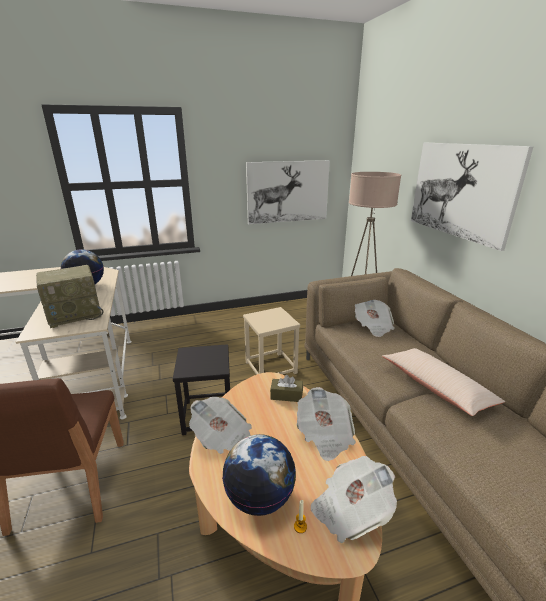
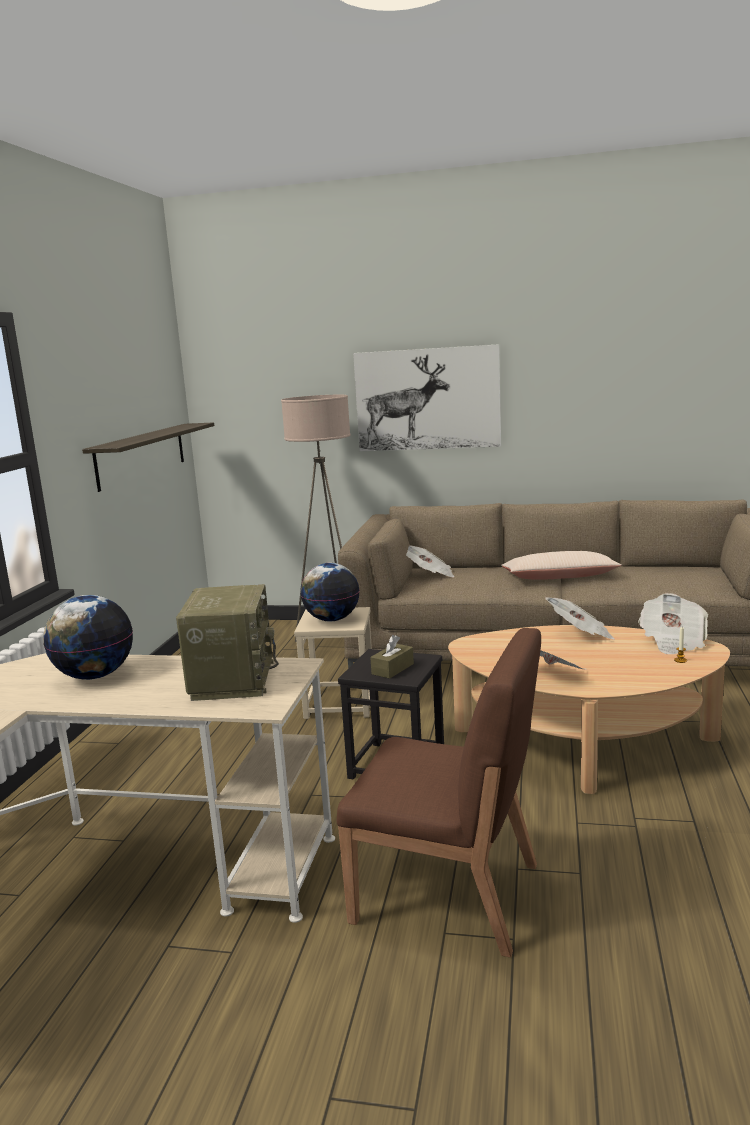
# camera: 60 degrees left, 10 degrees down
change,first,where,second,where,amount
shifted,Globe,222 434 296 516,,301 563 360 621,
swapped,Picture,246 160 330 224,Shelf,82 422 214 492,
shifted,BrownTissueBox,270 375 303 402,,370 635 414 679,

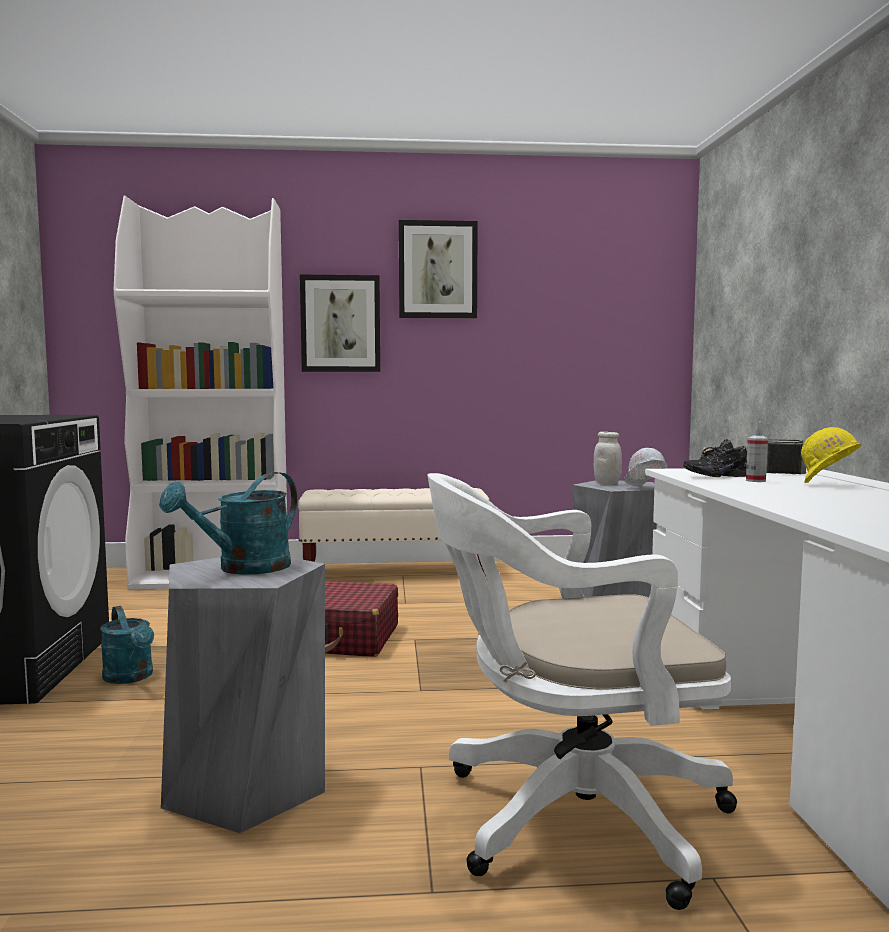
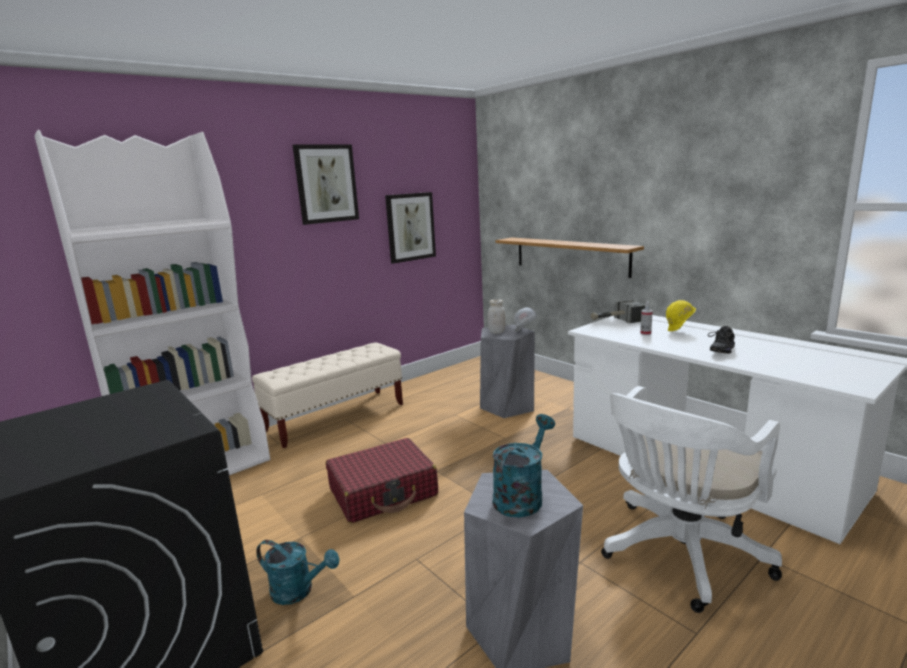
# camera: 35 degrees left, 10 degrees up
change,first,where,second,where,amount
rotated,TurquoiseWateringCan,159 472 297 575,,493 414 555 518,150 degrees counterclockwise
shifted,Picture,300 275 380 372,,385 192 436 264,
shifted,BlackShoe,683 439 747 477,,708 326 735 354,
new,,,Shelf,495 237 644 278,

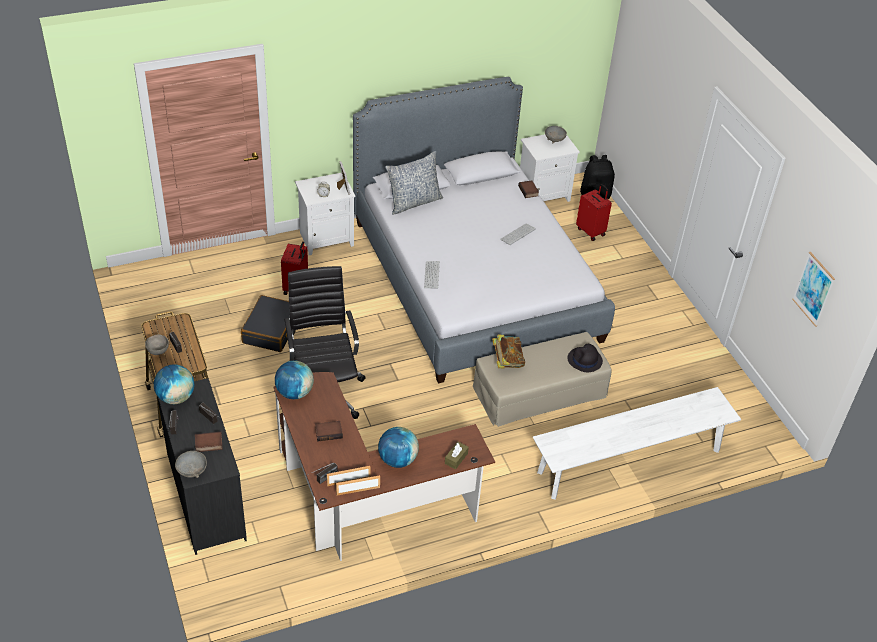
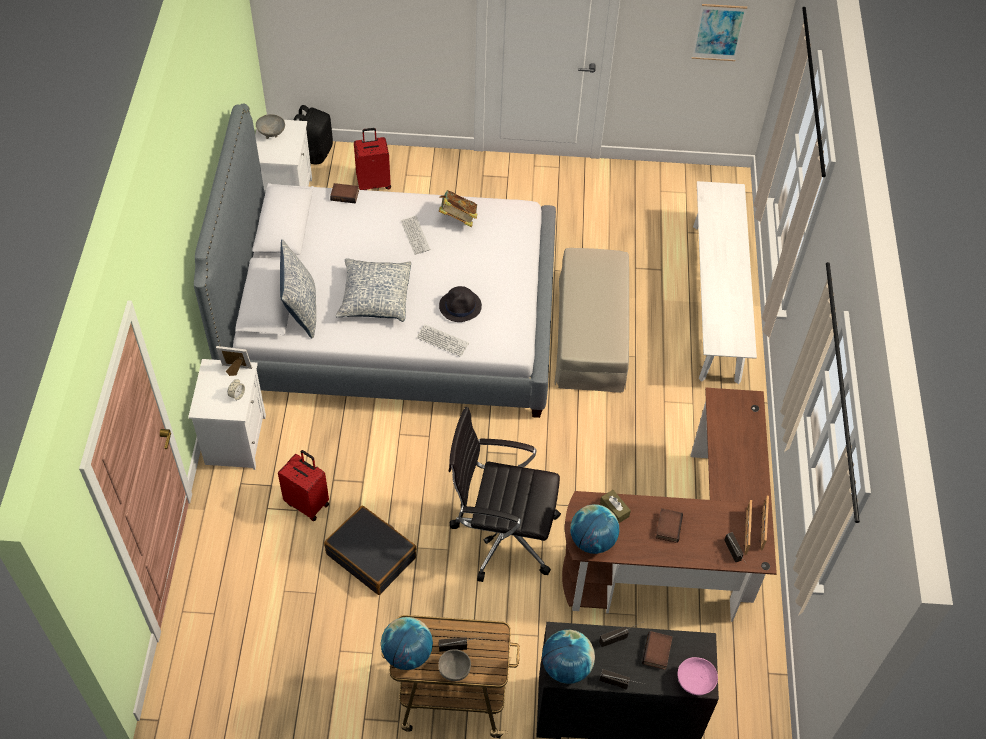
# camera: 65 degrees left, 10 degrees up
change,first,where,second,where,amount
repainted,GreyBowl,175 451 207 478,PinkBowl,678 657 718 695,
shifted,Globe,378 427 419 468,,381 617 433 670,
shifted,BrownTissueBox,445 441 469 469,,600 490 631 523,
shifted,Book,492 335 525 368,,439 190 477 227,
shifted,BlackHat,568 344 603 372,,439 286 482 322,
new,,,Pillow,336 258 411 322,

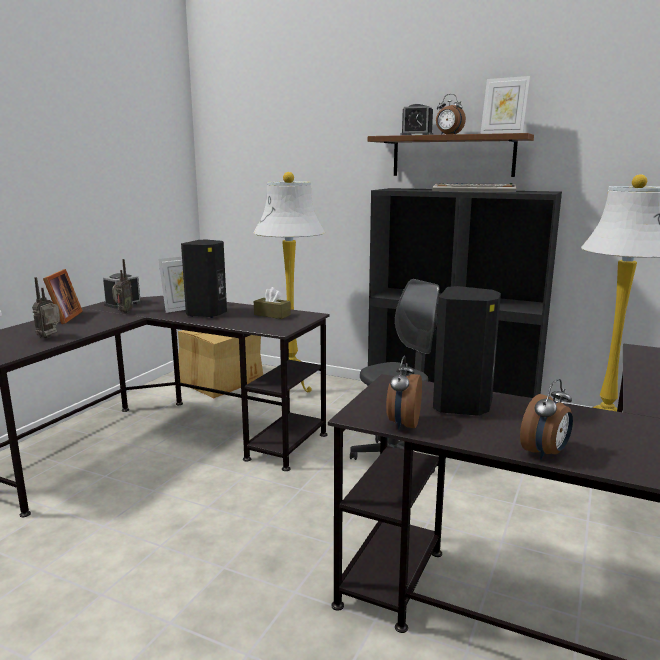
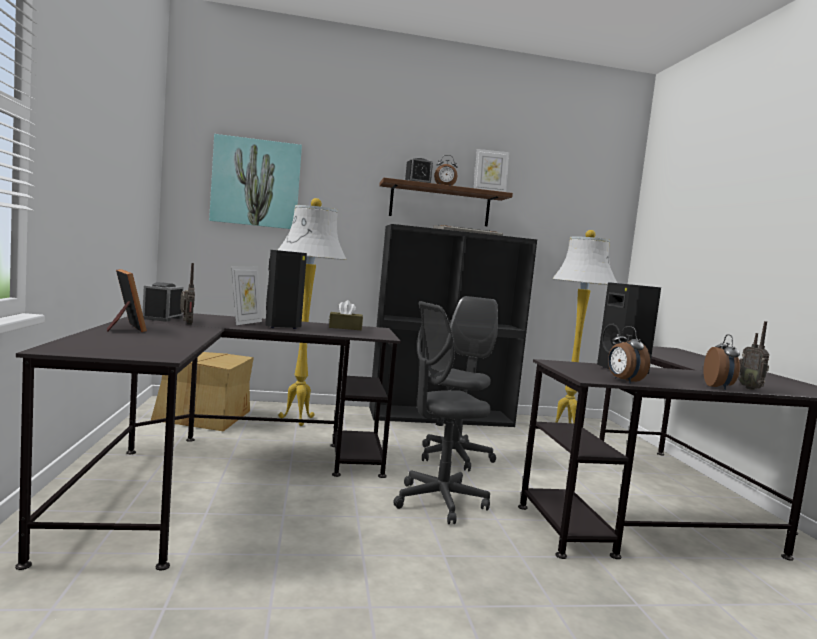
# camera: 35 degrees left, 10 degrees down
change,first,where,second,where,amount
shifted,Radio,32 277 60 338,,739 321 769 390,
new,,,Picture,209 134 302 229,
new,,,GreyOfficeChair,393 301 491 524,

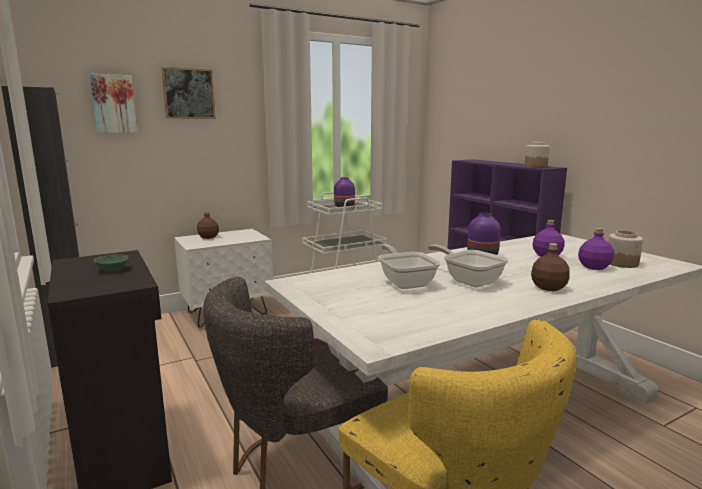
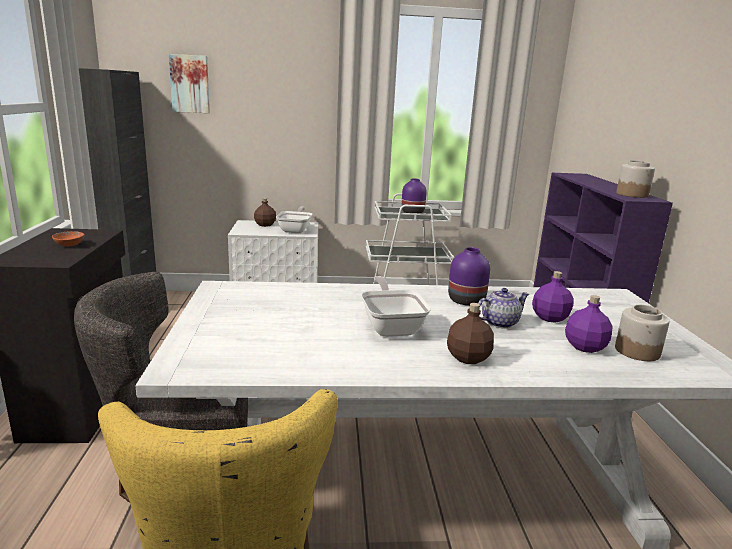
# camera: 25 degrees right, 5 degrees up
change,first,where,second,where,amount
repainted,GreenBowl,93 254 129 271,OrangeBowl,52 231 85 246,
gone,Picture,161 67 216 119,,,
shifted,FryingPan,378 244 441 289,,276 207 312 233,
new,,,Teapot,478 288 529 328,

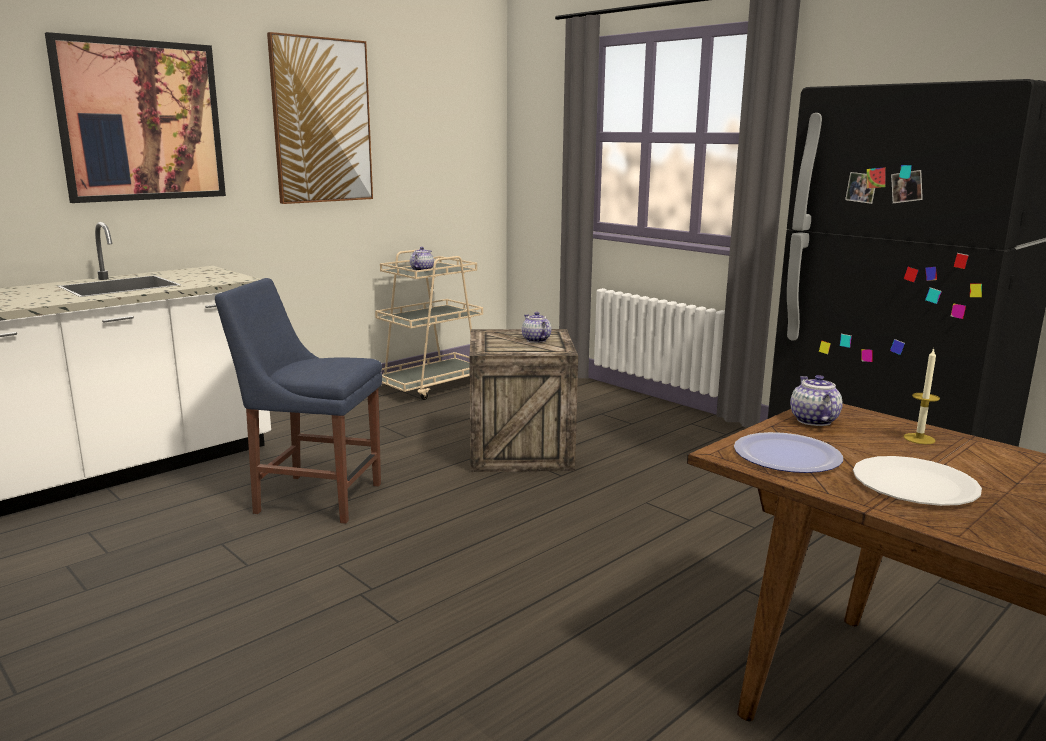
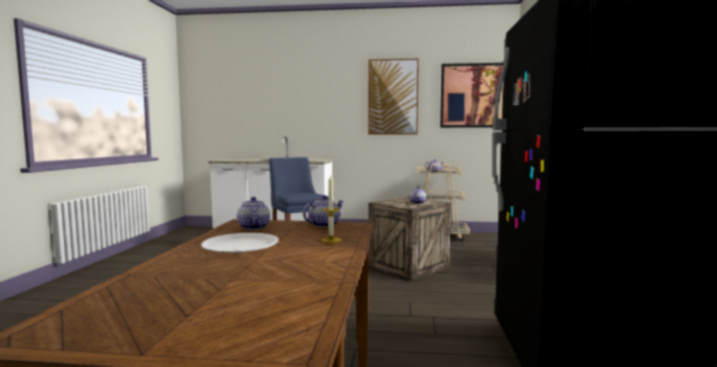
# camera: 50 degrees right, 10 degrees down
change,first,where,second,where,amount
shifted,Picture,45 32 226 203,,440 63 504 128,
swapped,Plate,734 432 843 473,Teapot,237 197 270 230,

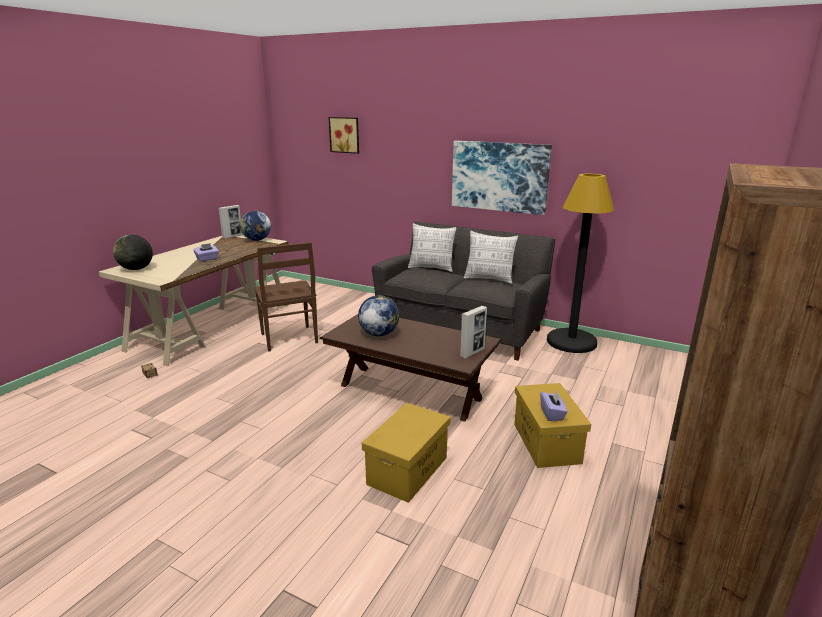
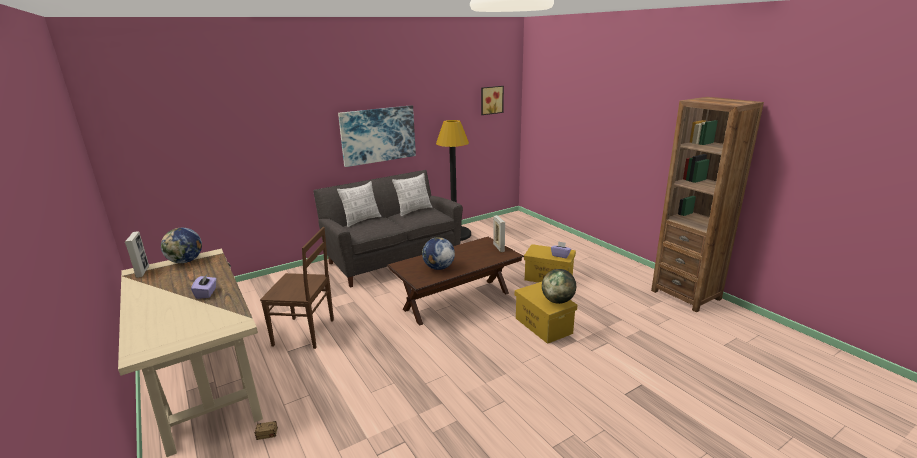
# camera: 60 degrees left, 0 degrees up
change,first,where,second,where,amount
shifted,Globe,113 235 153 270,,542 269 576 304,
shifted,Picture,329 117 359 154,,481 86 504 115,

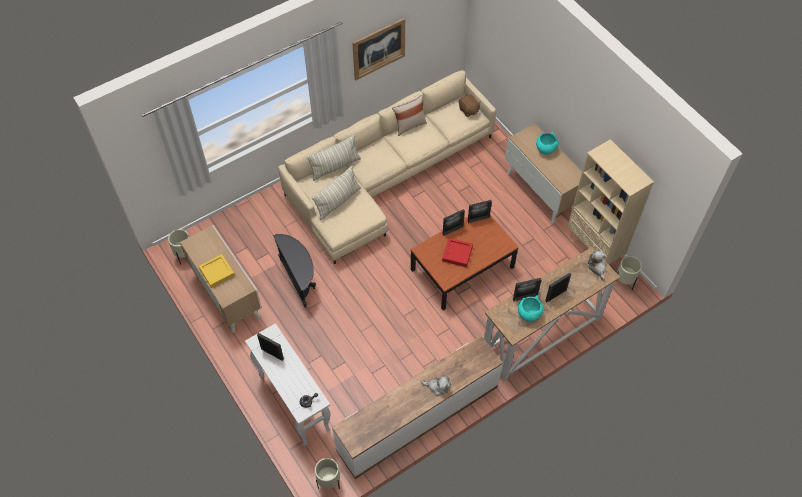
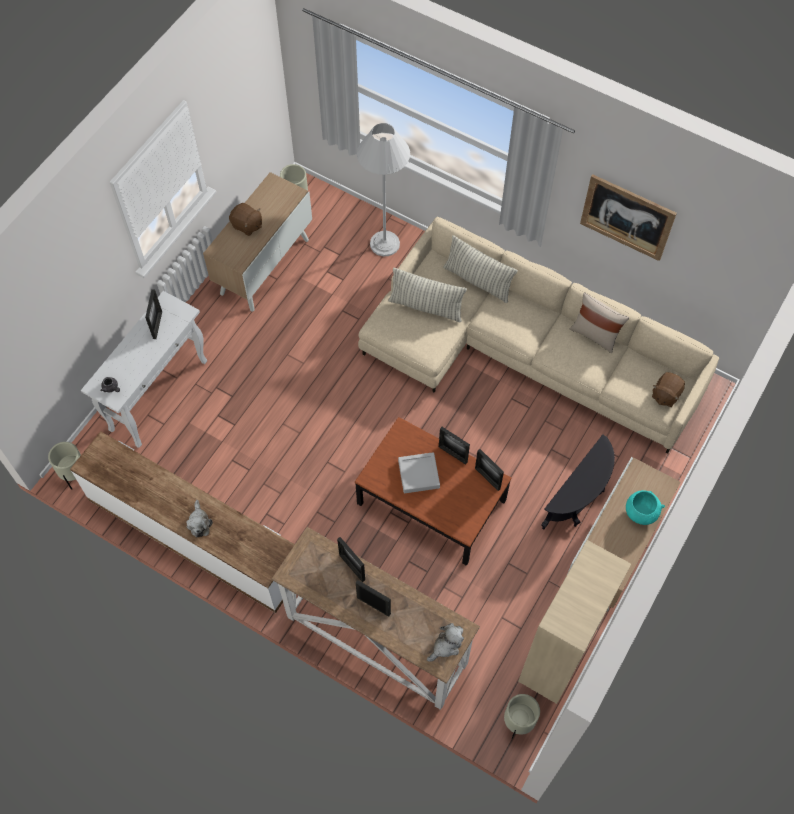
# camera: 65 degrees right, 5 degrees up
change,first,where,second,where,amount
swapped,YellowTray,199 254 235 288,BrownPlushToy,229 203 262 236,
shifted,BlackSideTable,273 234 316 308,,541 434 615 529,
repainted,RedTray,442 238 473 267,GreyTray,398 452 440 493,
gone,TurquoiseBowl,518 295 543 322,,,
new,,,WhiteFloorLamp,357 123 410 257,

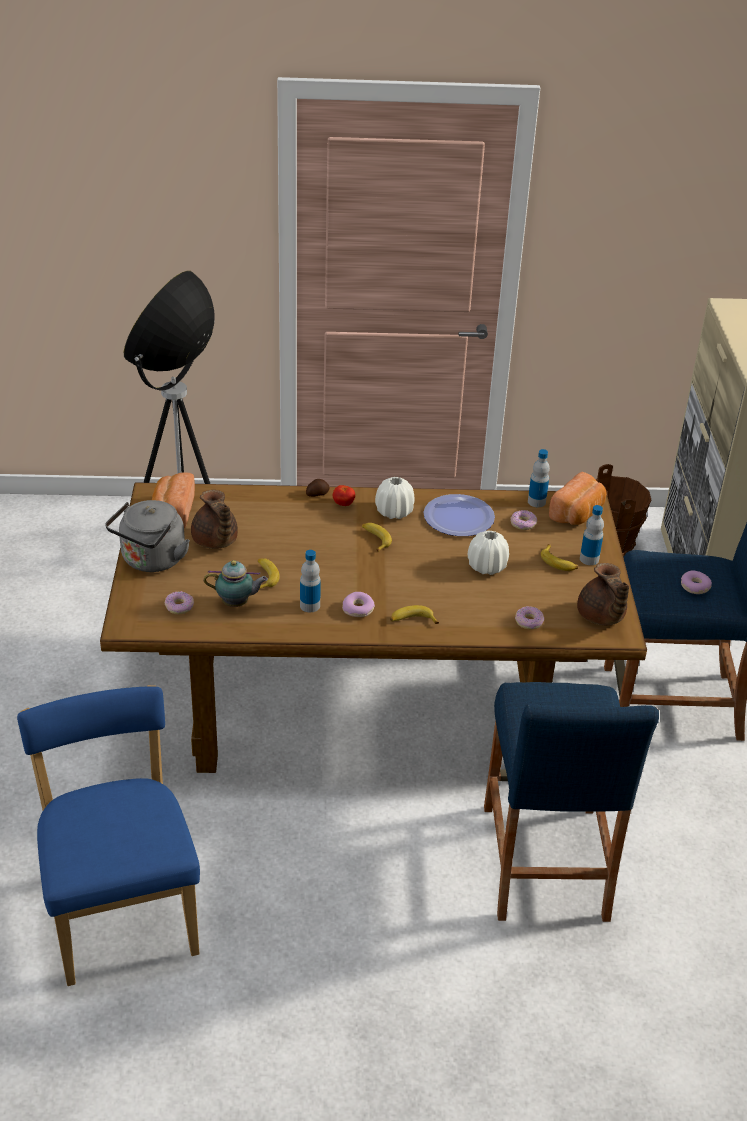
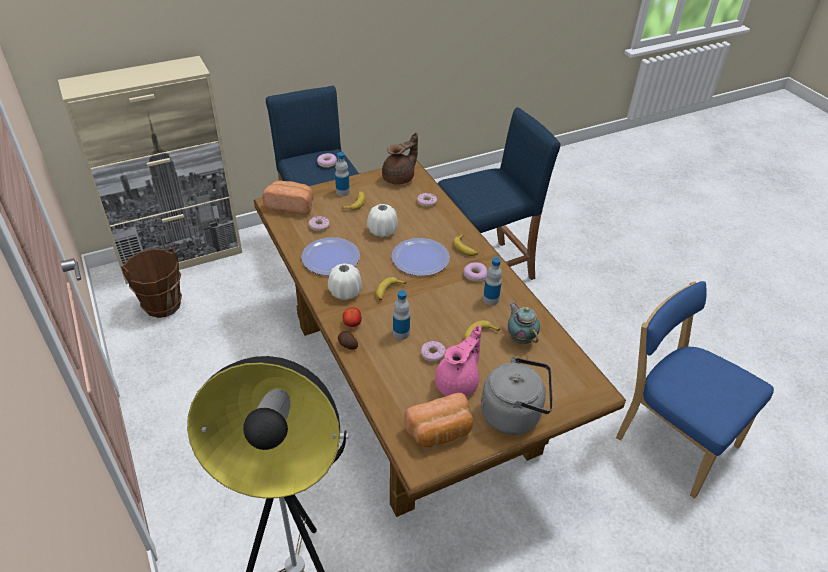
# camera: 115 degrees left, 5 degrees up
change,first,where,second,where,amount
rotated,BlueChair,17 685 200 986,,616 281 774 499,90 degrees clockwise
shifted,Donut,165 591 194 615,,421 341 446 362,
repainted,BrownTeapot,191 490 238 549,PinkTeapot,435 325 481 397,
shifted,Bottle,528 449 550 507,,393 290 410 340,
new,,,Plate,392 238 450 276,

